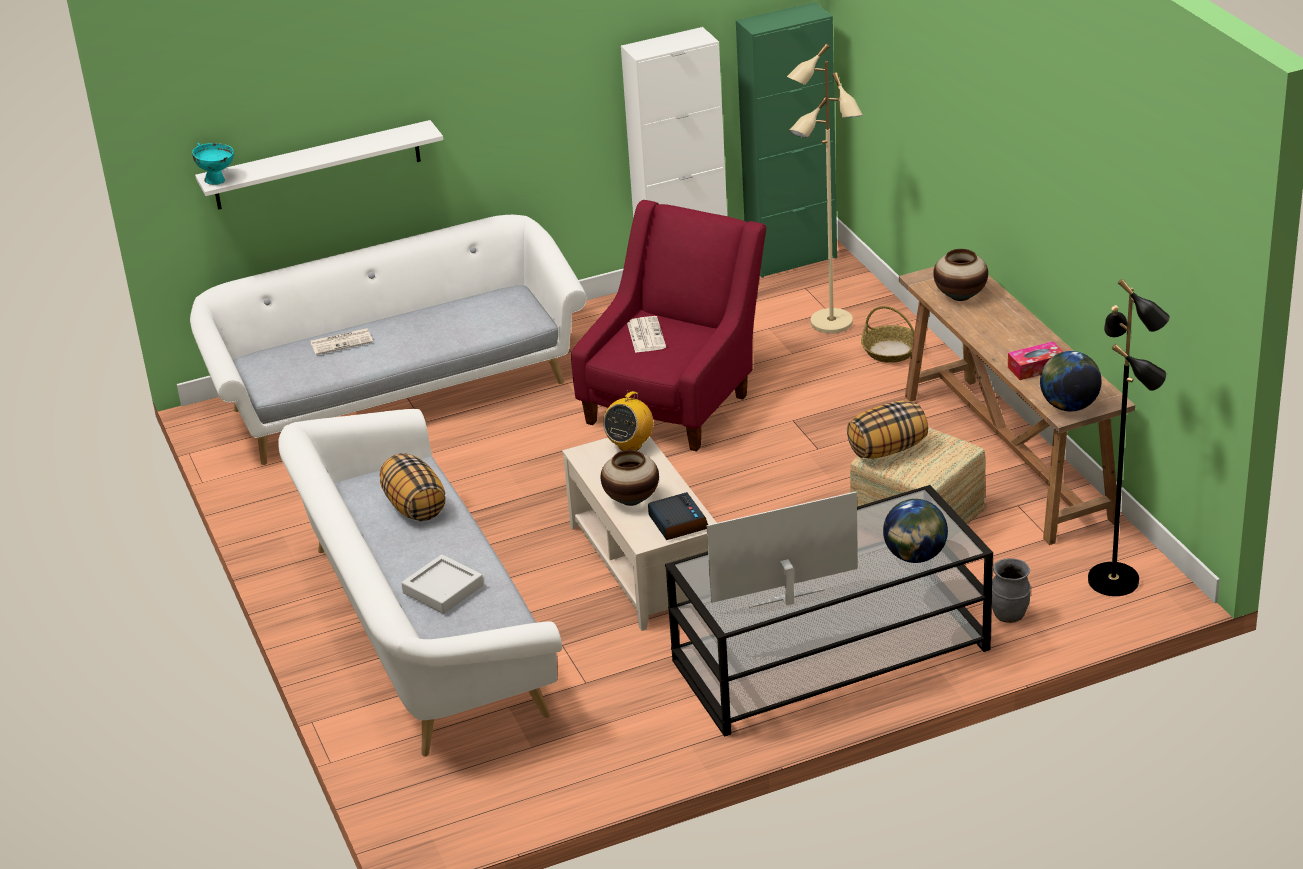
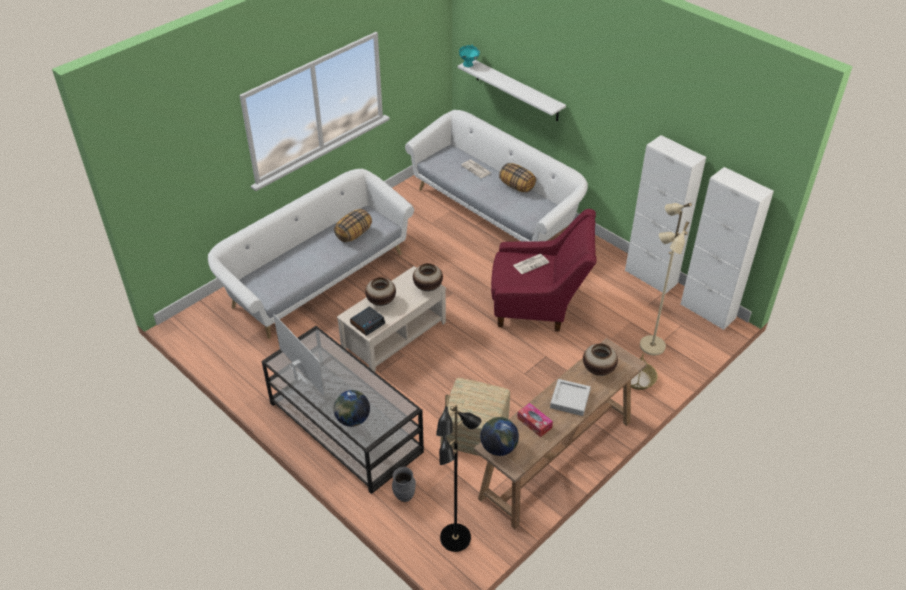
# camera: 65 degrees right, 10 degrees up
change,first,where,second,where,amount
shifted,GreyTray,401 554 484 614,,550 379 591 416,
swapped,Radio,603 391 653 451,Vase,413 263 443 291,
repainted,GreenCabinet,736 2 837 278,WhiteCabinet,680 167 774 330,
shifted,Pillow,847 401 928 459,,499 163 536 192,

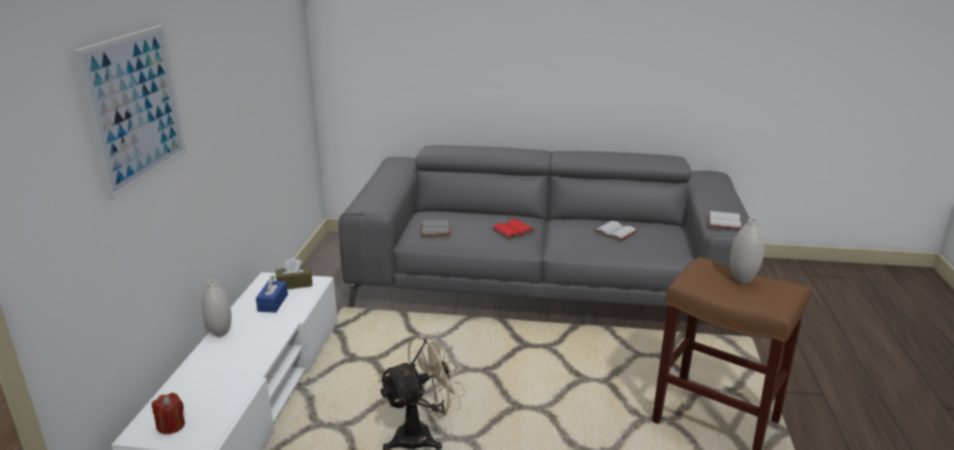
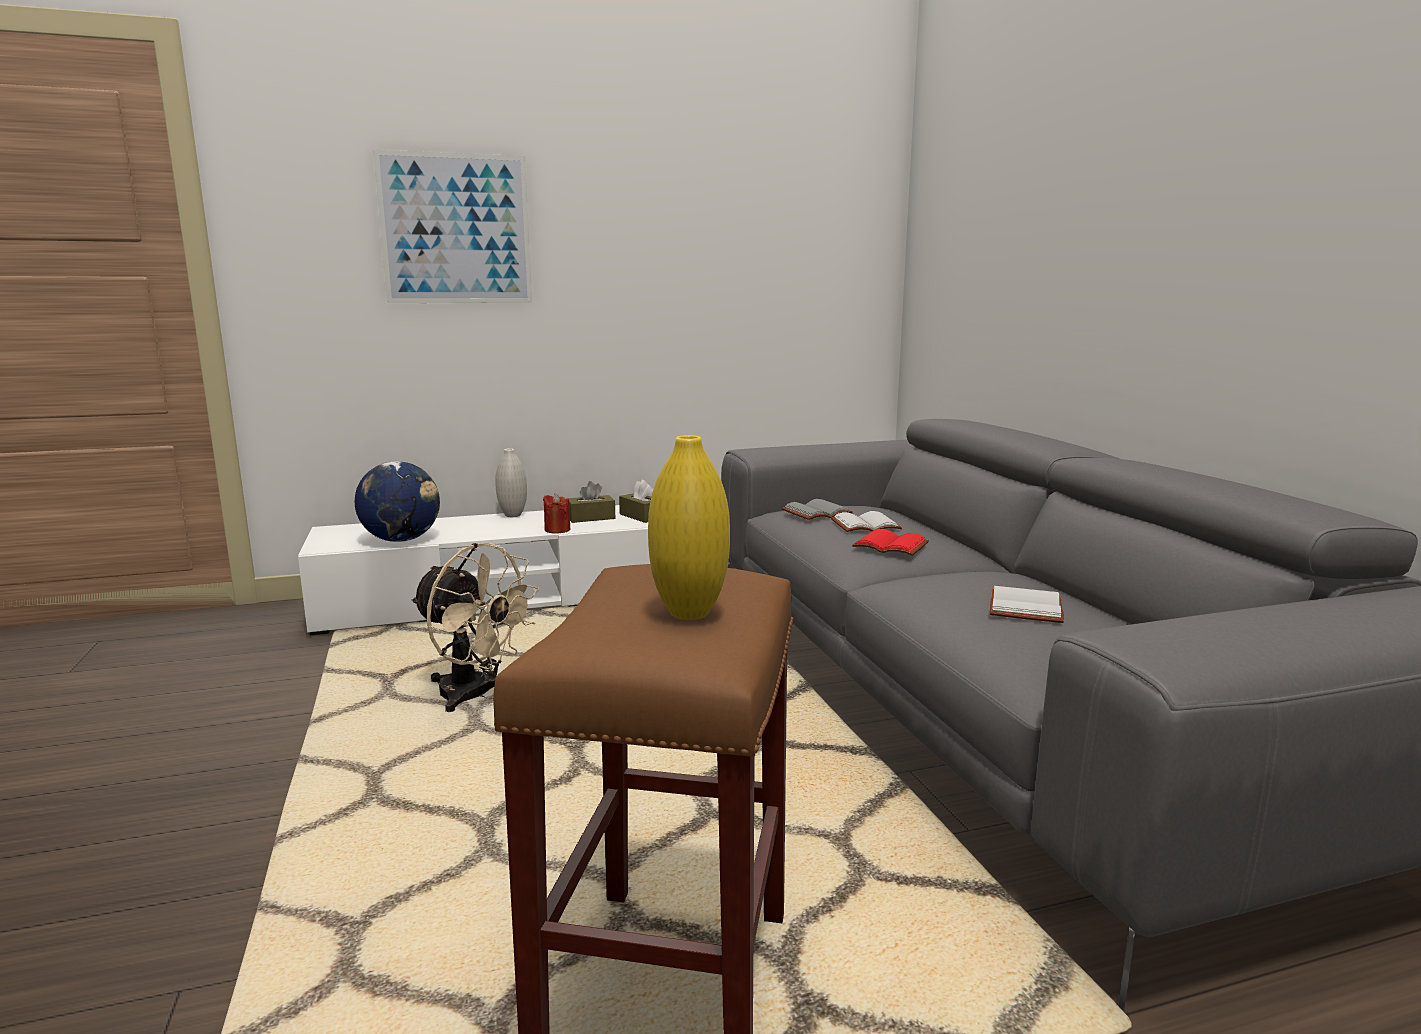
# camera: 65 degrees right, 10 degrees down
change,first,where,second,where,amount
shifted,RedCandle,152 393 185 434,,543 494 570 534,
repainted,BlueTissueBox,256 275 288 312,BrownTissueBox,569 481 615 523,
shifted,WhiteBook,708 211 742 230,,831 511 902 532,
repainted,WhiteVase,730 218 765 283,YellowVase,648 435 730 620,
new,,,Globe,355 461 440 542,

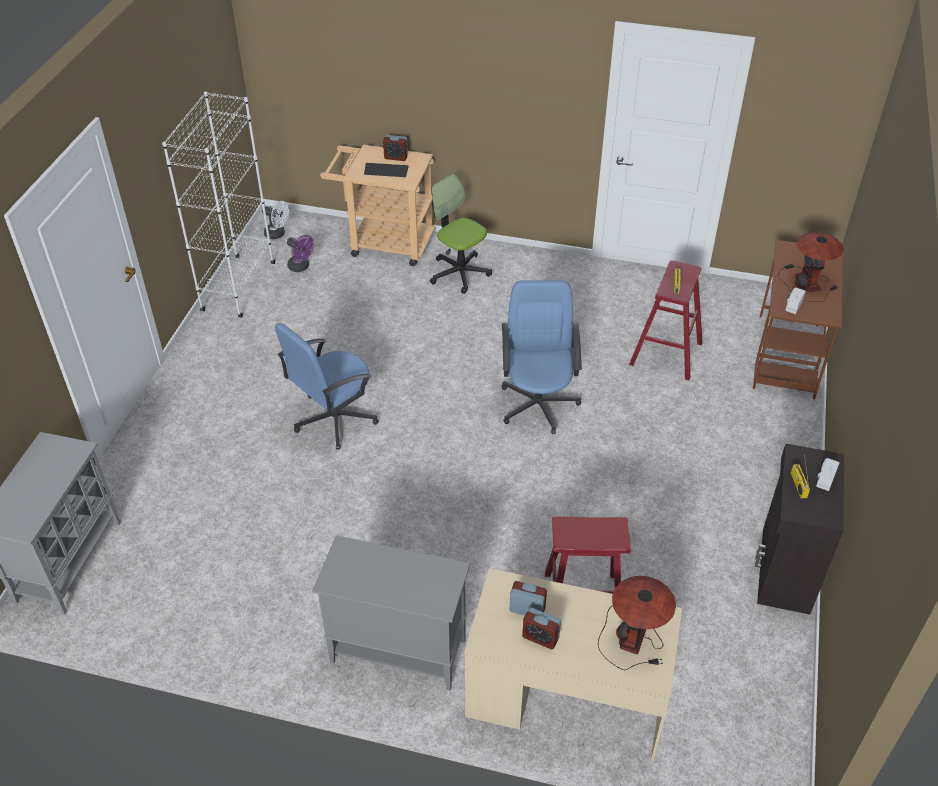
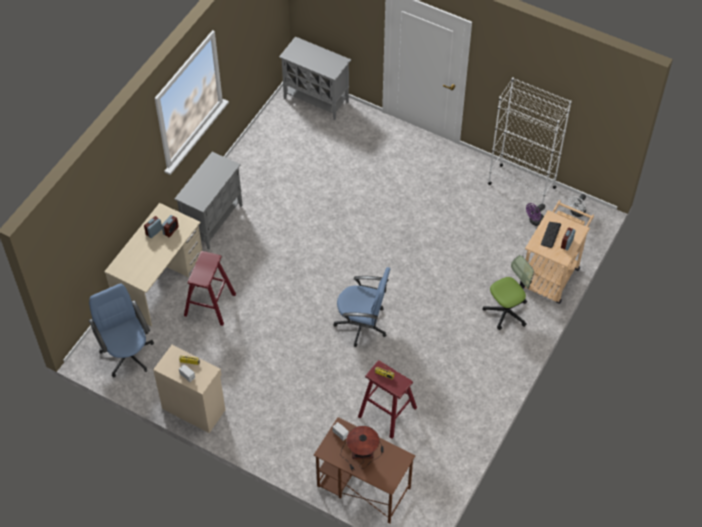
# camera: 105 degrees right, 10 degrees up
change,first,where,second,where,amount
shifted,BlueOfficeChair,275 323 379 450,,89 284 154 377,
gone,TableLamp,598 576 676 670,,,
repainted,BlackCabinet,755 443 844 614,BeigeCabinet,153 345 225 433,

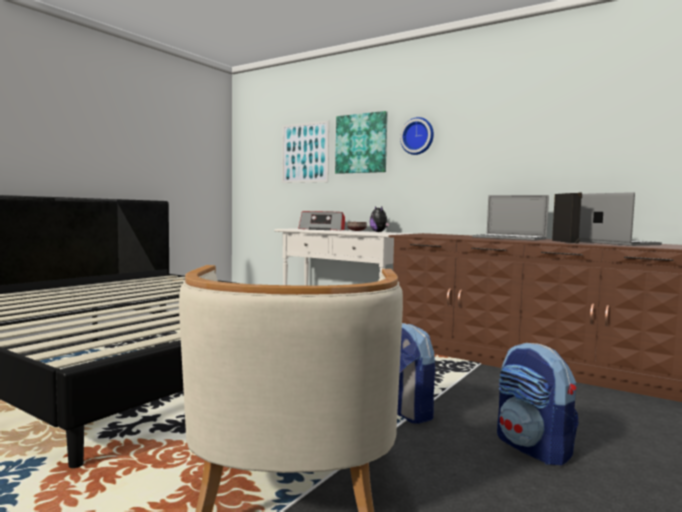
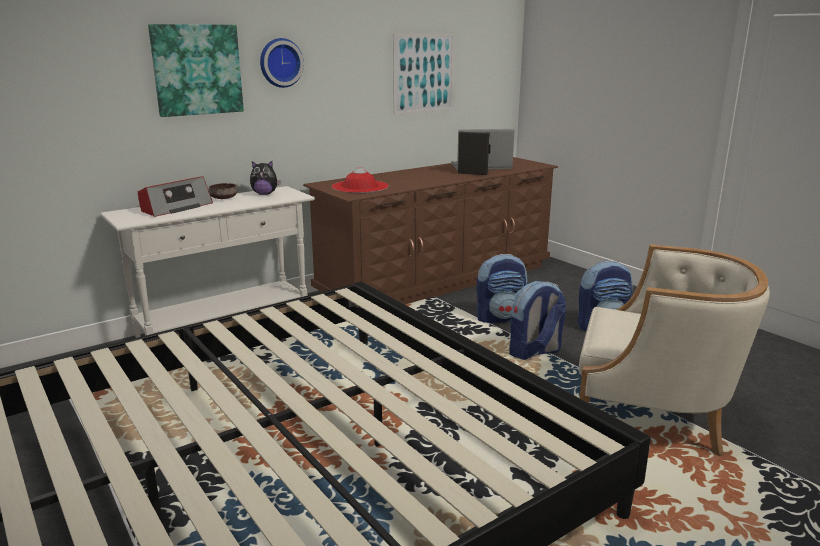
# camera: 70 degrees left, 15 degrees up
change,first,where,second,where,amount
shifted,Picture,282 121 329 183,,393 33 455 115,
gone,Laptop,472 195 549 241,,,
new,,,RedHat,331 168 389 193,
new,,,Backpack,477 254 527 323,

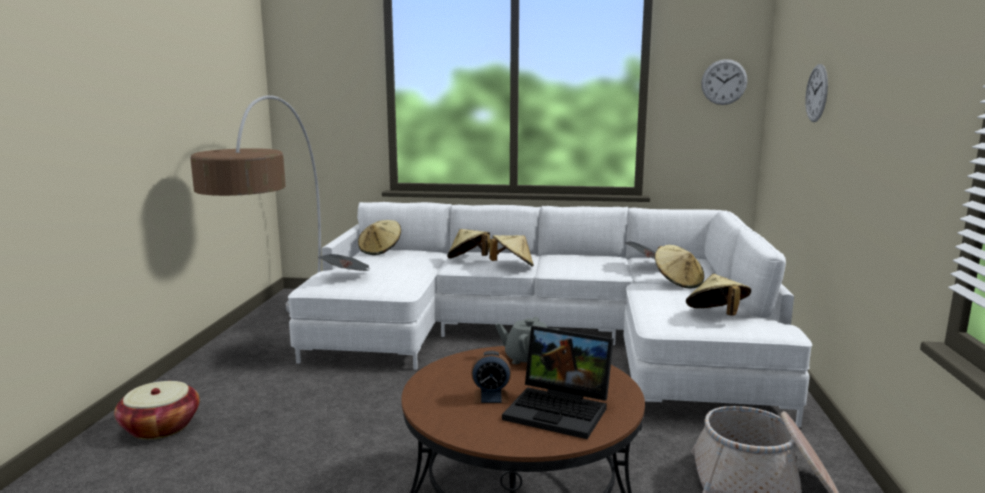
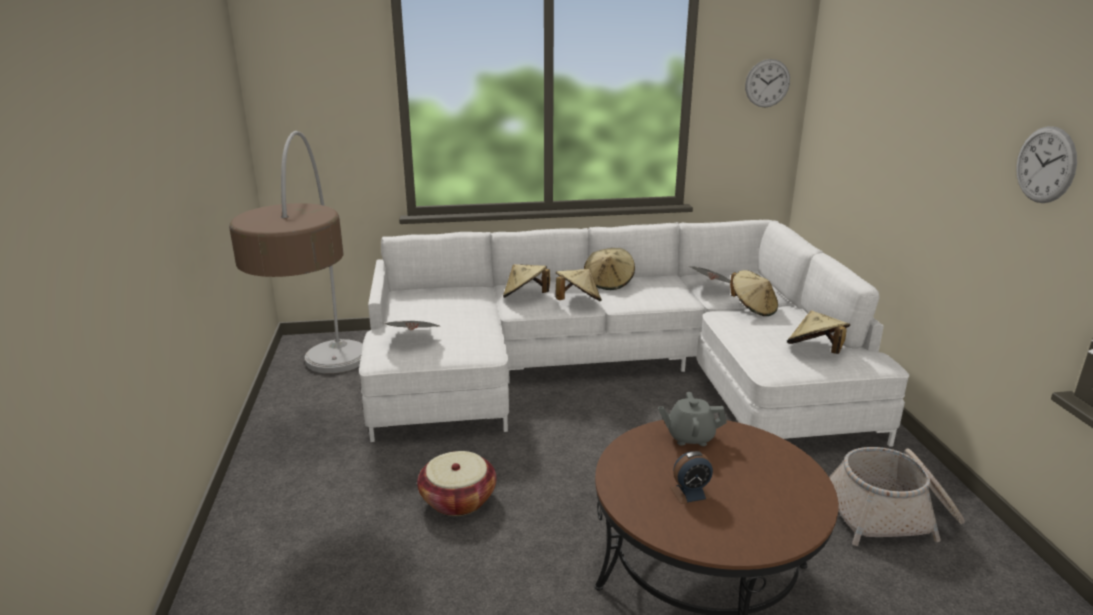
# camera: 15 degrees left, 10 degrees up
change,first,where,second,where,amount
shifted,Basket,114 381 200 440,,417 451 496 516,
shifted,BeigeHat,358 220 401 255,,584 248 635 290,
gone,Laptop,502 326 614 439,,,
shifted,WallClock,805 64 828 122,,1016 126 1077 203,

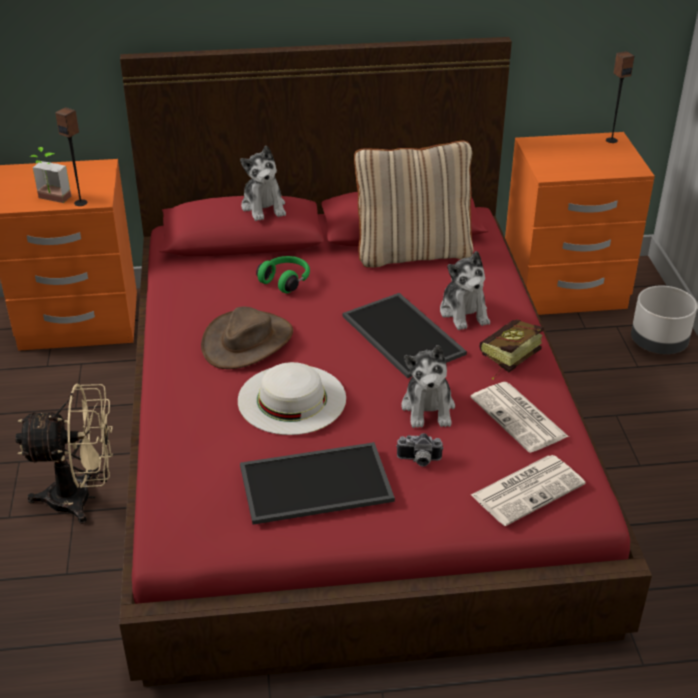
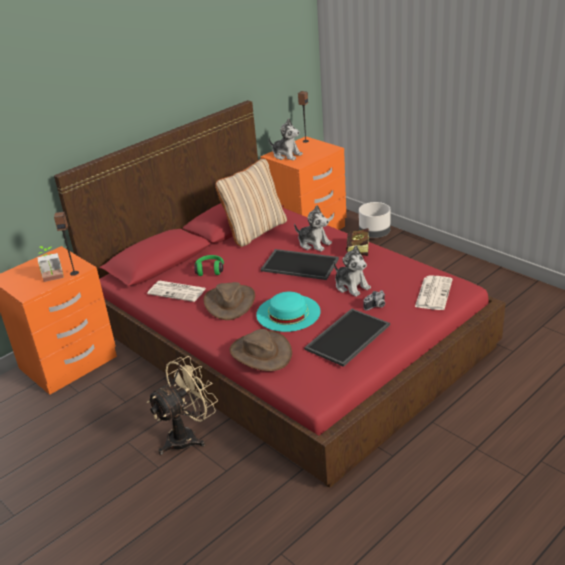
# camera: 35 degrees left, 5 degrees down
change,first,where,second,where,amount
repainted,WhiteHat,238 362 346 435,TurquoiseHat,256 292 320 332,
shifted,PlushToy,240 145 286 221,,269 118 303 161,
shifted,Newspaper,471 382 569 453,,147 281 206 302,
new,,,BrownHat,230 329 292 371,

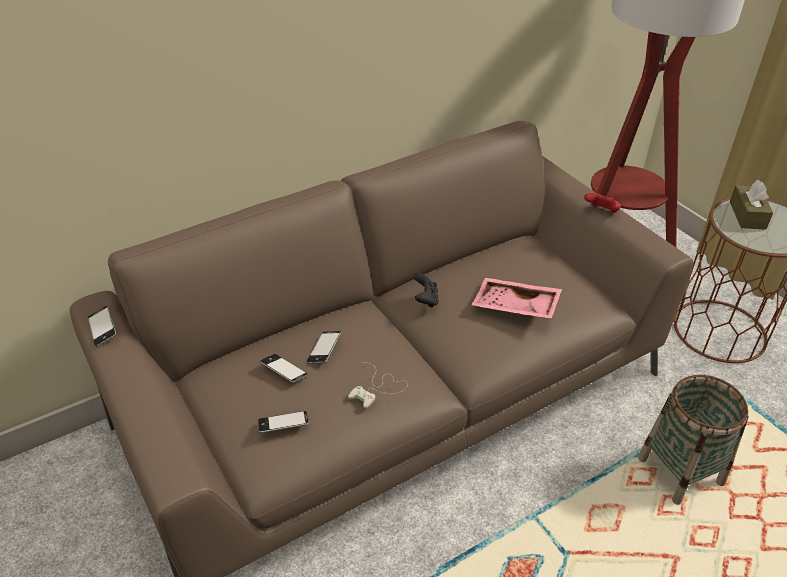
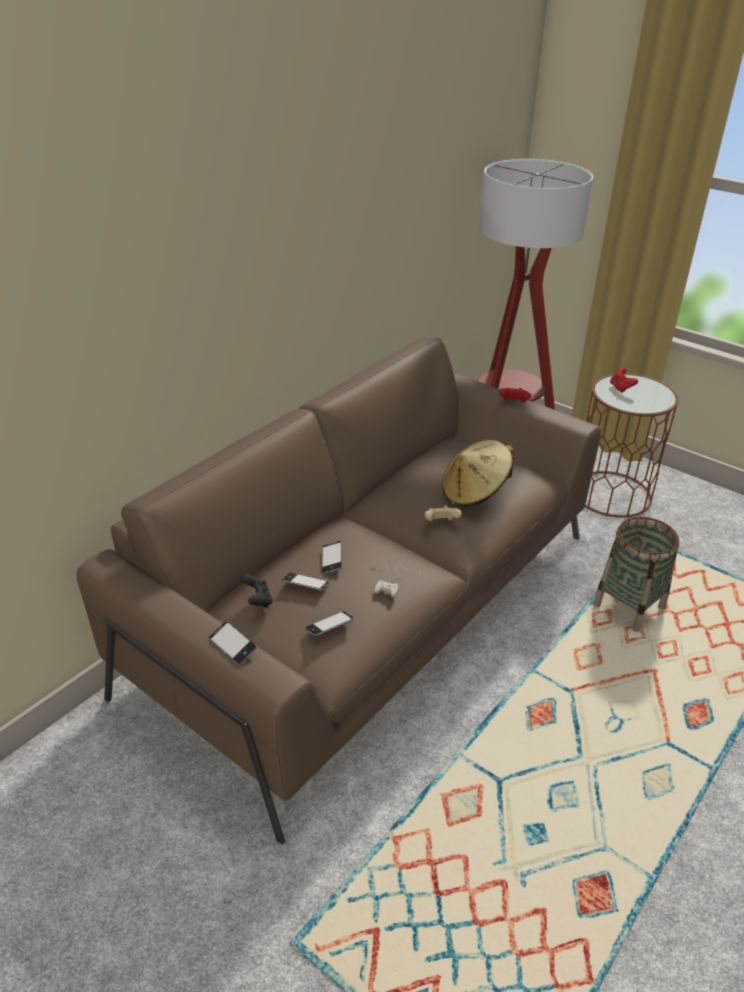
# camera: 20 degrees left, 5 degrees down
change,first,where,second,where,amount
shifted,Phone,88 306 116 347,,209 621 257 665,
shifted,BlackGameController,414 273 439 308,,240 574 273 608,
swapped,PinkTray,471 278 562 319,BeigeHat,442 440 514 507,
swapped,BrownTissueBox,730 180 773 230,RedGameController,610 367 638 393,
new,,,BeigeGameController,424 505 462 521,

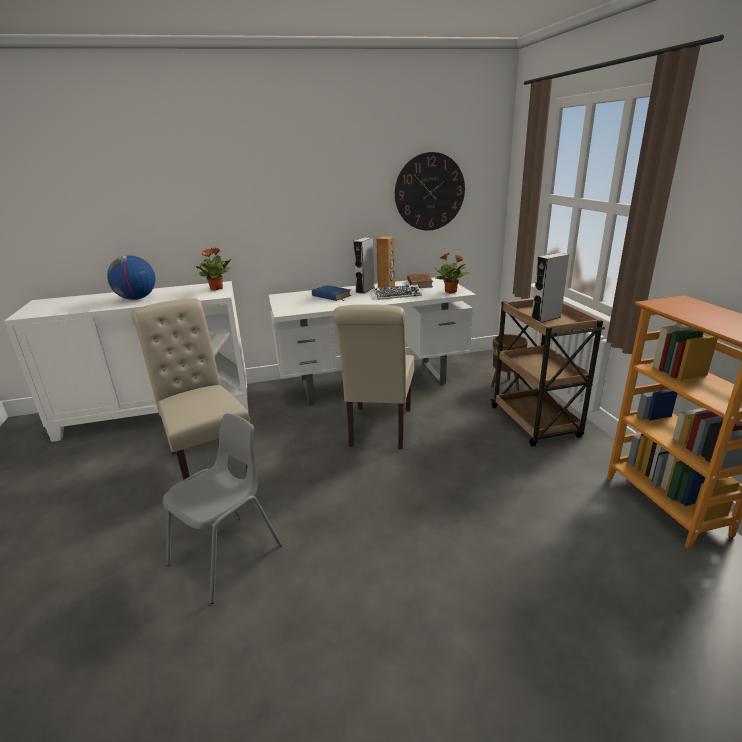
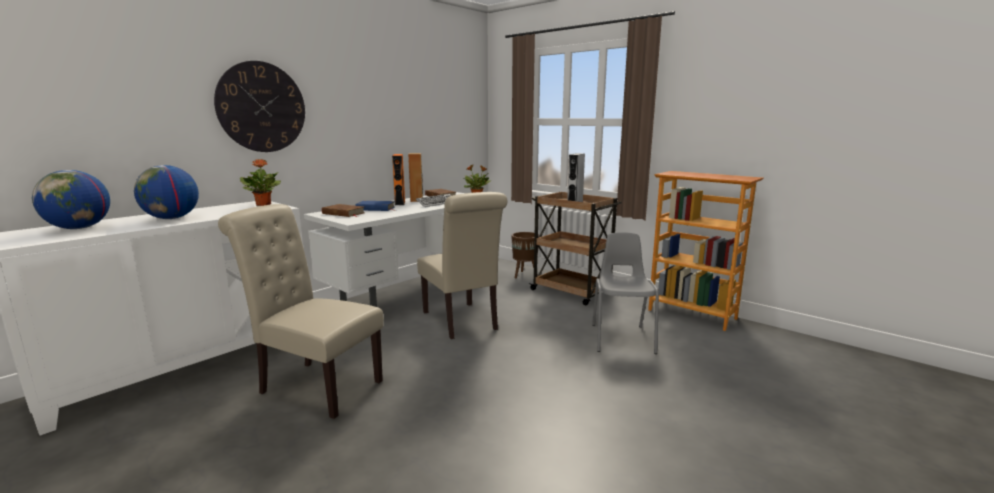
# camera: 35 degrees left, 10 degrees down
change,first,where,second,where,amount
shifted,GreyChair,163 413 282 604,,592 232 659 354,
repainted,GreySpeaker,353 237 375 294,OrangeSpeaker,392 154 405 205,
shifted,WallClock,395 152 465 231,,214 61 305 152,
new,,,Globe,32 170 110 229,
new,,,BrownBook,322 204 364 217,

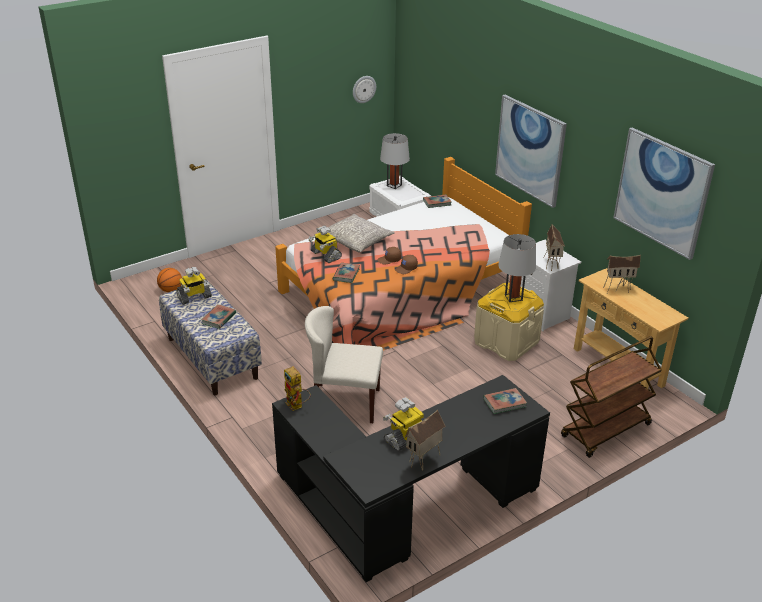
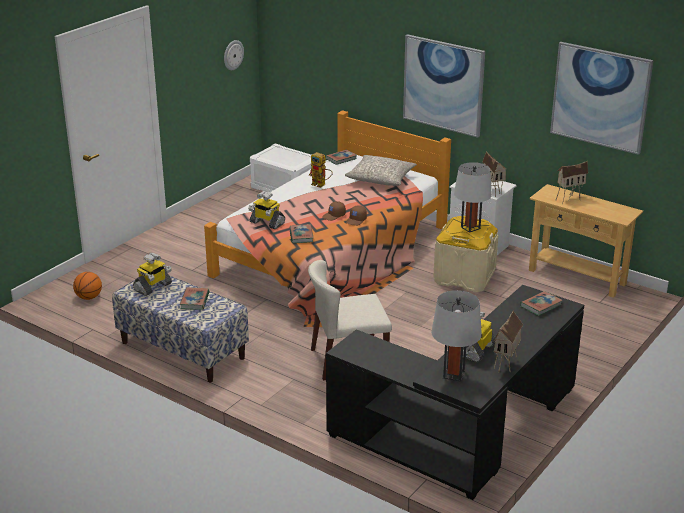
# camera: 20 degrees left, 5 degrees down
change,first,where,second,where,amount
shifted,ToyRobot,284 366 311 411,,309 152 333 188,
shifted,GreyPillow,319 214 395 253,,345 155 417 186,
shifted,GreyTableLamp,380 133 410 189,,431 290 482 382,
gone,BrownCart,561 336 662 458,,,

